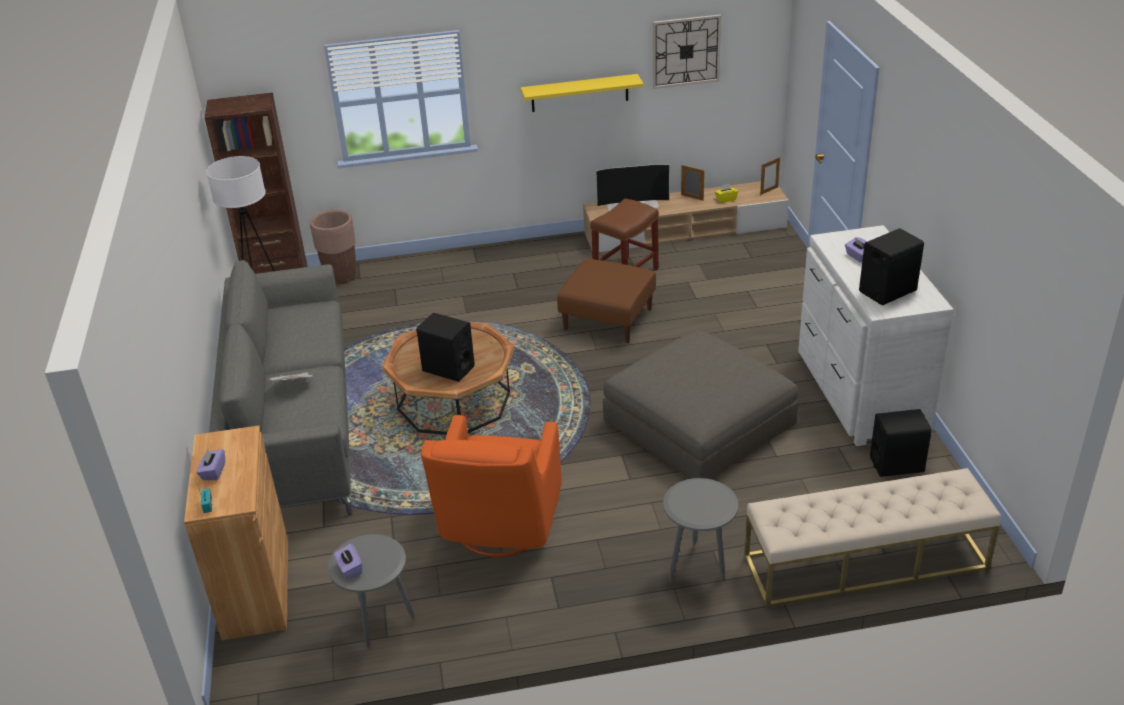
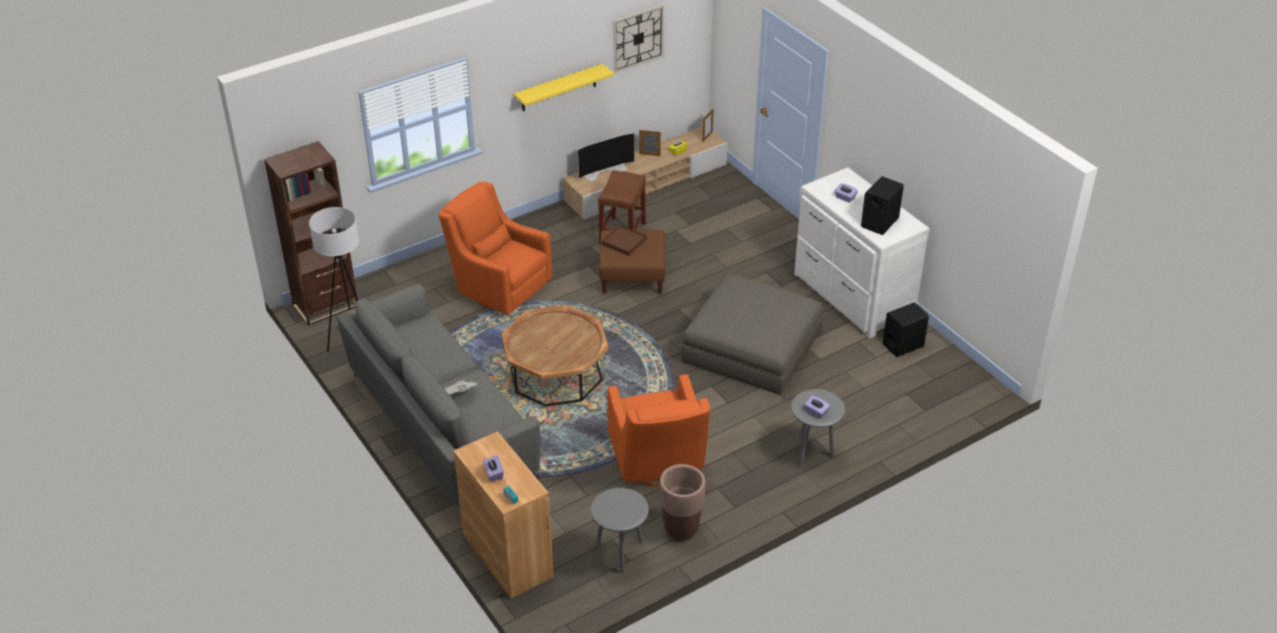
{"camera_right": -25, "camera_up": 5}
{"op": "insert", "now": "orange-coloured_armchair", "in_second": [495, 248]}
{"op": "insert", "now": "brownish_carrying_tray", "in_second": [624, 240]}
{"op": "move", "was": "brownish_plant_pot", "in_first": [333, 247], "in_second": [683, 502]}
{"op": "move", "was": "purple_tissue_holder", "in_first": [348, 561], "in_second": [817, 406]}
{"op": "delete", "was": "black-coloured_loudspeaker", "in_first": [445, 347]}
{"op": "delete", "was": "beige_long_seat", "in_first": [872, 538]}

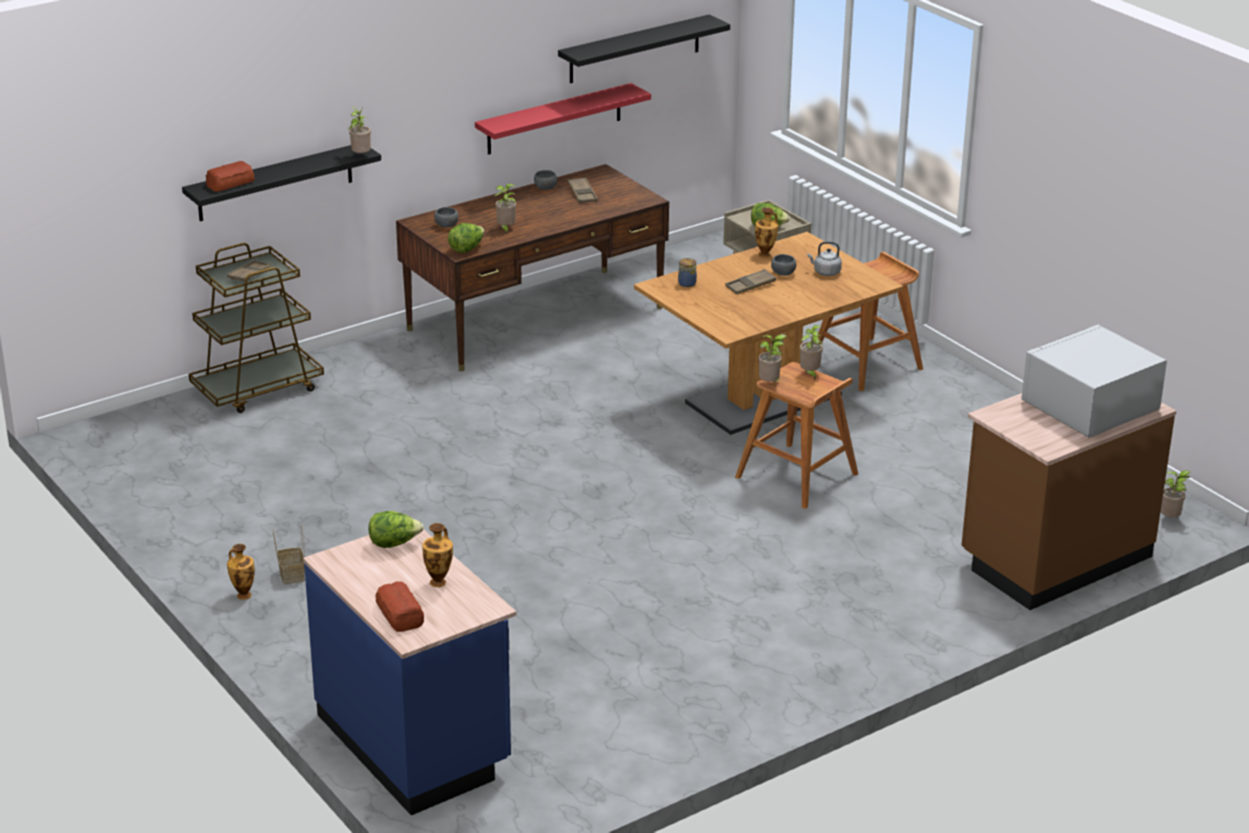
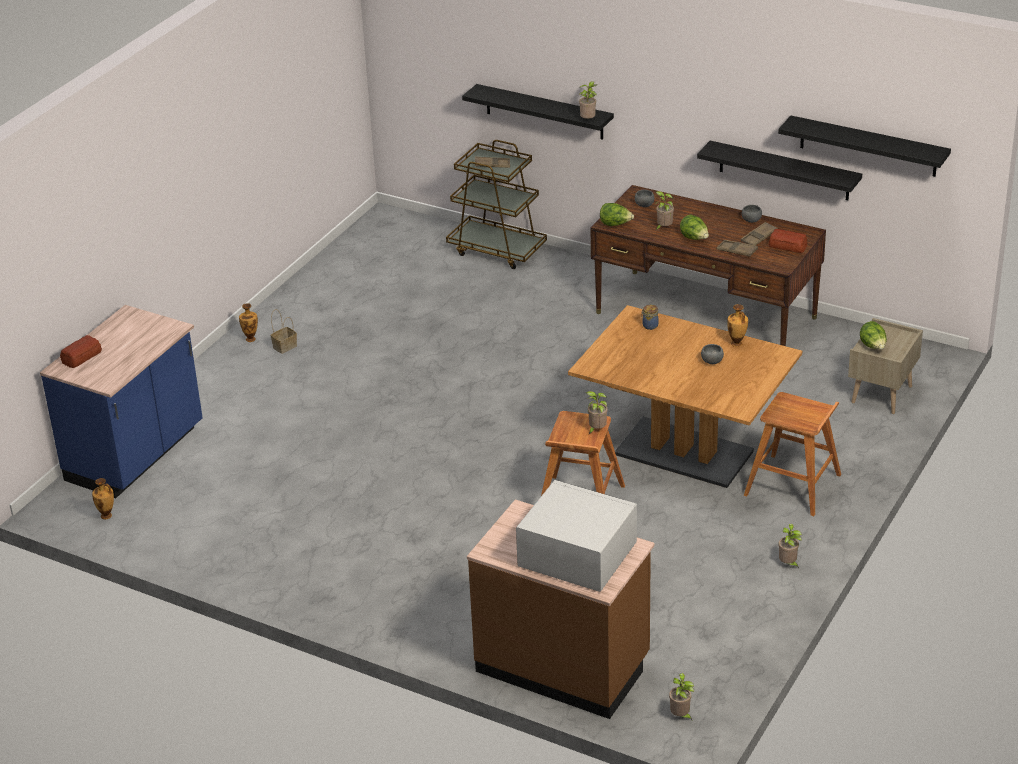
{"camera_right": 65, "camera_up": 5}
{"op": "move", "was": "vase", "in_first": [437, 555], "in_second": [103, 499]}
{"op": "move", "was": "lettuce", "in_first": [396, 529], "in_second": [694, 227]}
{"op": "recolor", "was": "red_bracket_shelf", "now": "black-coloured_bracket_shelf", "in_first": [563, 119], "in_second": [779, 170]}
{"op": "move", "was": "brownish_carrying_tray", "in_first": [751, 281], "in_second": [737, 248]}
{"op": "move", "was": "baked_bread", "in_first": [230, 176], "in_second": [788, 241]}
{"op": "move", "was": "plant_in_a_pot", "in_first": [772, 358], "in_second": [790, 546]}
{"op": "delete", "was": "gray_kettle", "in_first": [824, 259]}

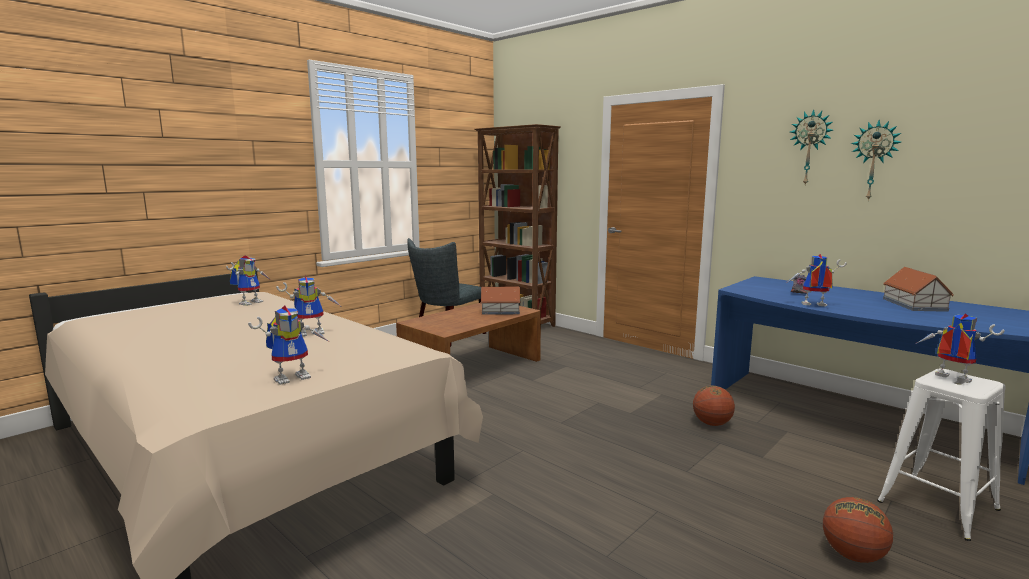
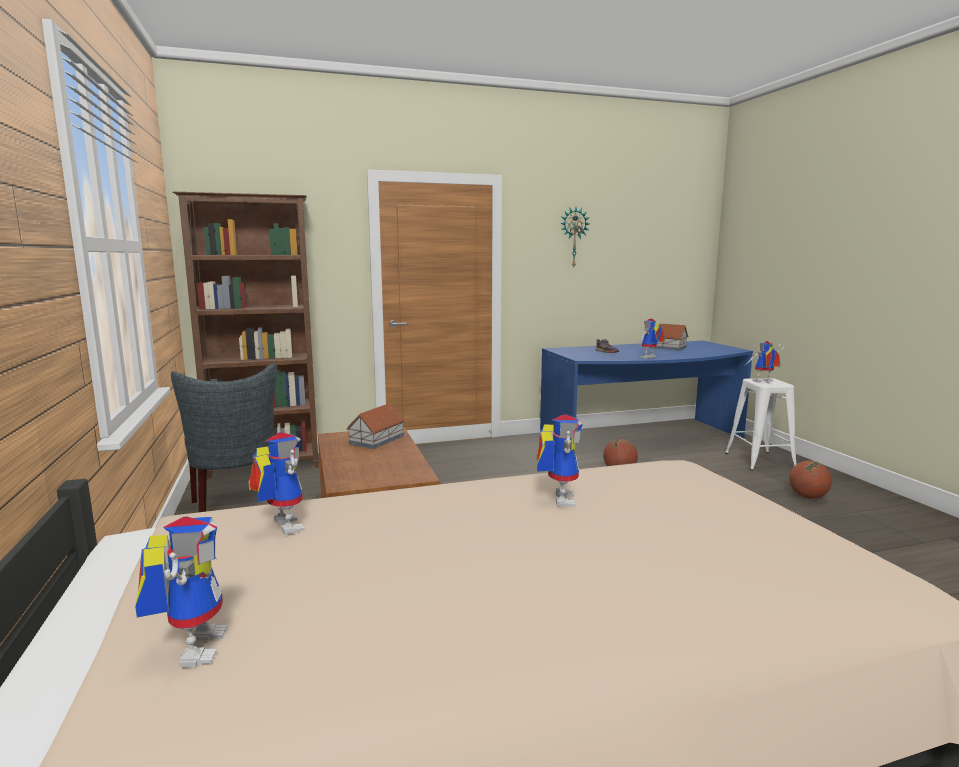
{"camera_right": -60, "camera_up": 0}
{"op": "move", "was": "robot_figure", "in_first": [288, 345], "in_second": [181, 592]}
{"op": "delete", "was": "hanging_clock", "in_first": [876, 160]}

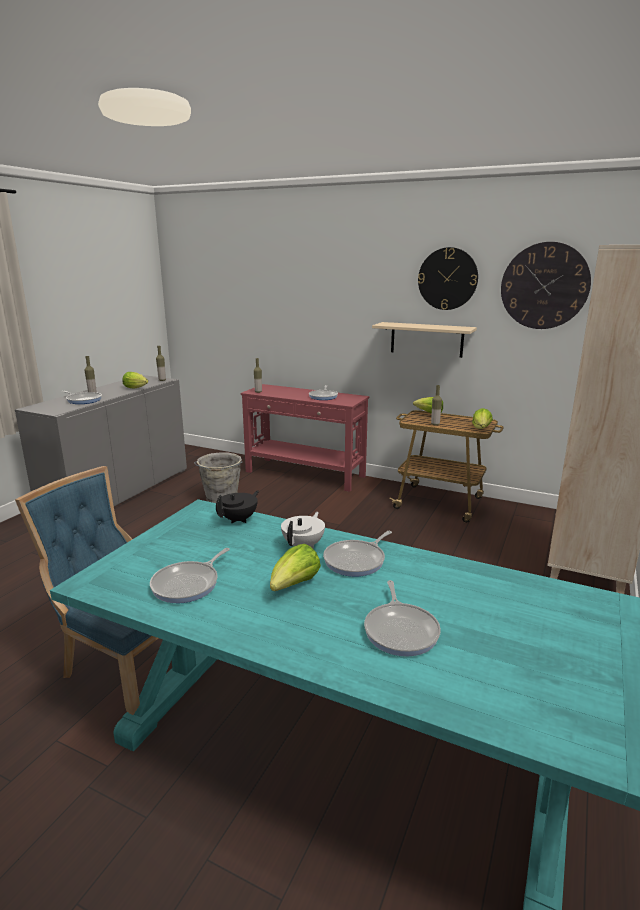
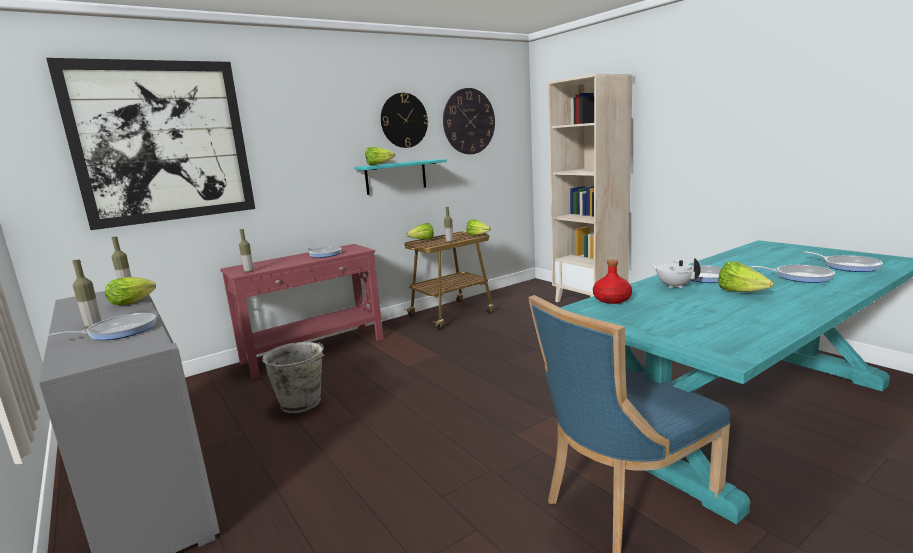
{"camera_right": -60, "camera_up": -5}
{"op": "insert", "now": "picture", "in_second": [150, 144]}
{"op": "recolor", "was": "beige_bracket_shelf", "now": "turquoise-coloured_bracket_shelf", "in_first": [424, 340], "in_second": [400, 177]}
{"op": "insert", "now": "lettuce", "in_second": [380, 156]}
{"op": "replace", "was": "black-coloured_teapot", "now": "red_drink_bottle", "in_first": [237, 507], "in_second": [612, 282]}
{"op": "move", "was": "pan", "in_first": [190, 575], "in_second": [843, 261]}

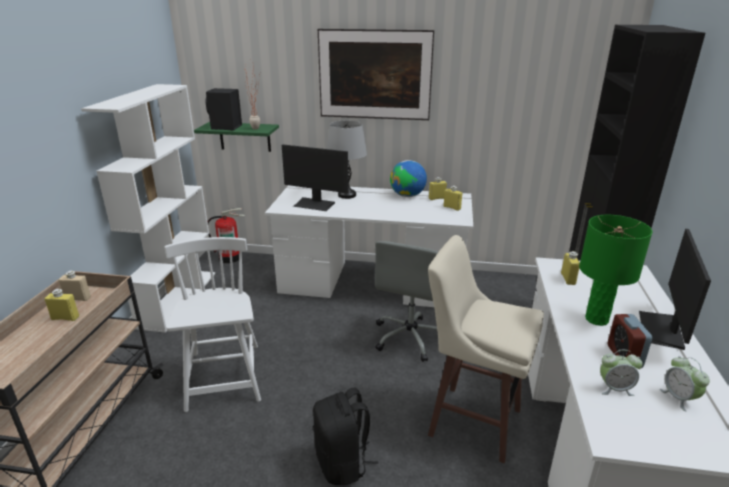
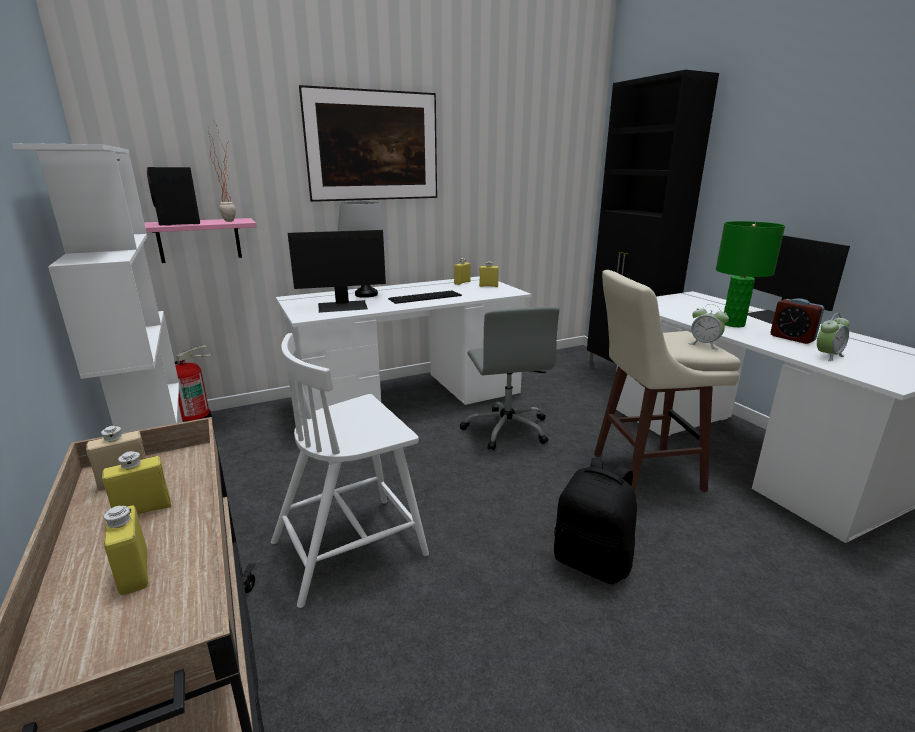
{"camera_right": -35, "camera_up": -5}
{"op": "move", "was": "yellowish_drink_bottle", "in_first": [570, 268], "in_second": [126, 550]}
{"op": "recolor", "was": "green_bracket_shelf", "now": "pink-coloured_bracket_shelf", "in_first": [236, 137], "in_second": [200, 240]}
{"op": "rotate", "was": "whitish_plain_chair", "in_first": [212, 324], "in_second": [350, 470], "clockwise": -75}
{"op": "insert", "now": "keyboard", "in_second": [425, 297]}
{"op": "move", "was": "table_clock", "in_first": [685, 383], "in_second": [708, 327]}
{"op": "delete", "was": "globe", "in_first": [408, 178]}

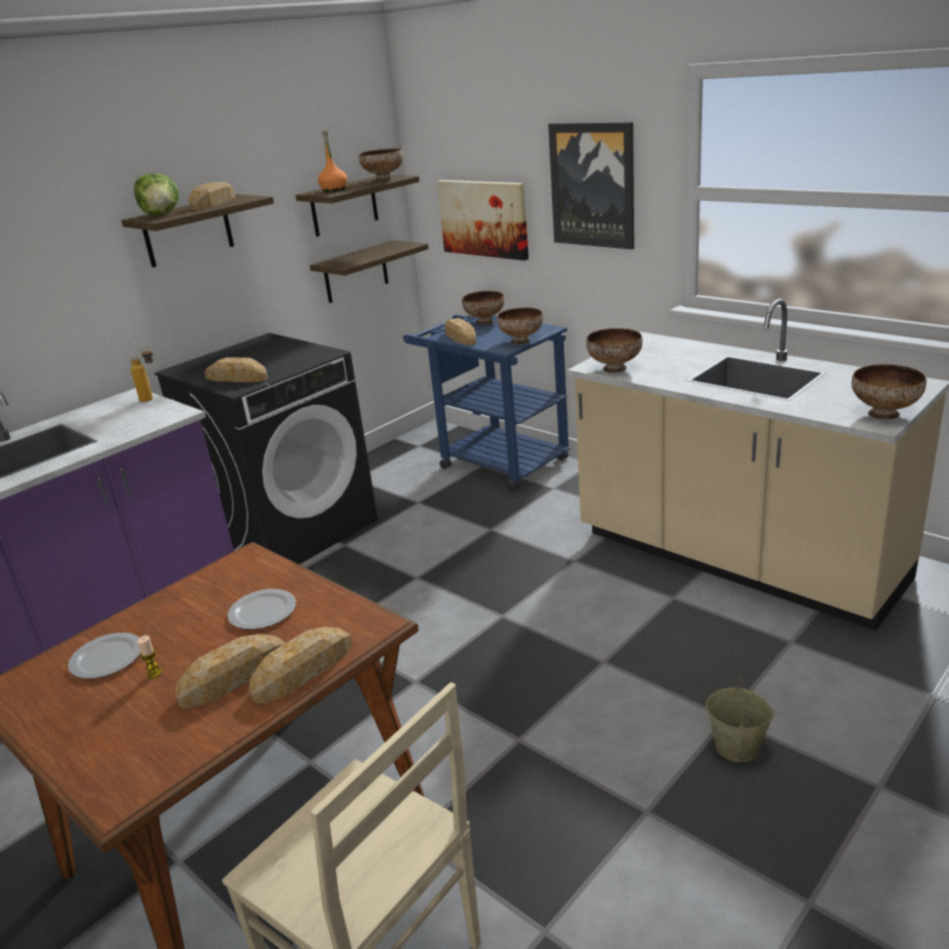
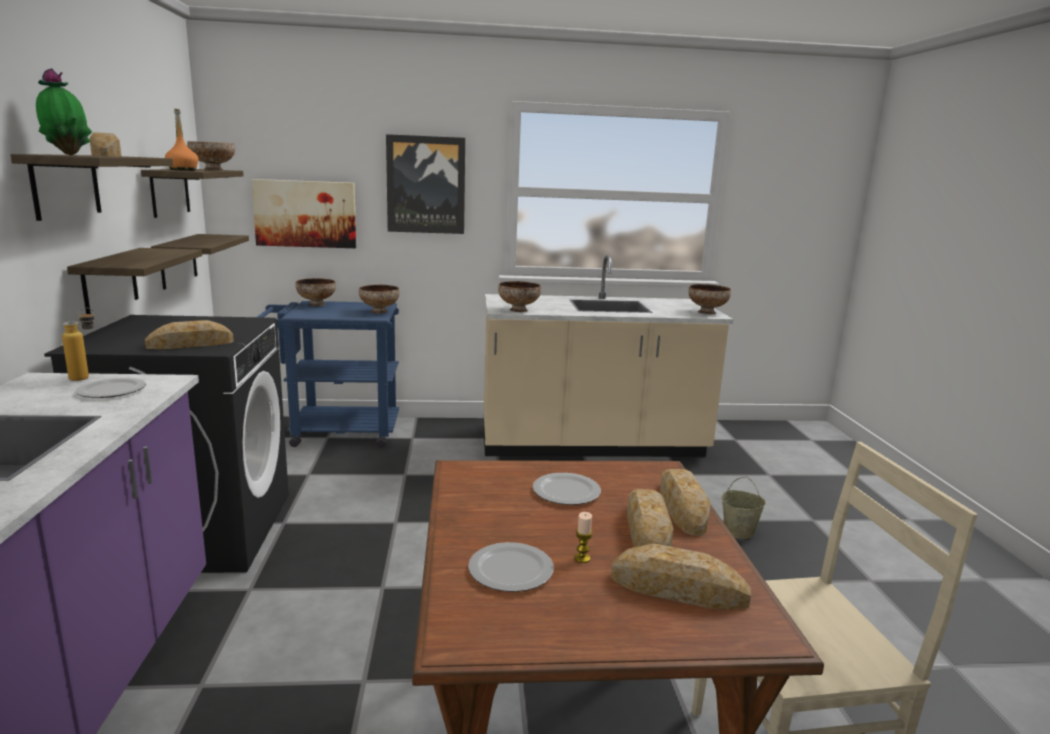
{"camera_right": -50, "camera_up": -10}
{"op": "replace", "was": "lettuce", "now": "plant_in_a_pot", "in_first": [156, 194], "in_second": [64, 111]}
{"op": "insert", "now": "bracket_shelf", "in_second": [134, 281]}
{"op": "insert", "now": "dinner_plate", "in_second": [110, 387]}
{"op": "move", "was": "baked_bread", "in_first": [460, 331], "in_second": [681, 577]}

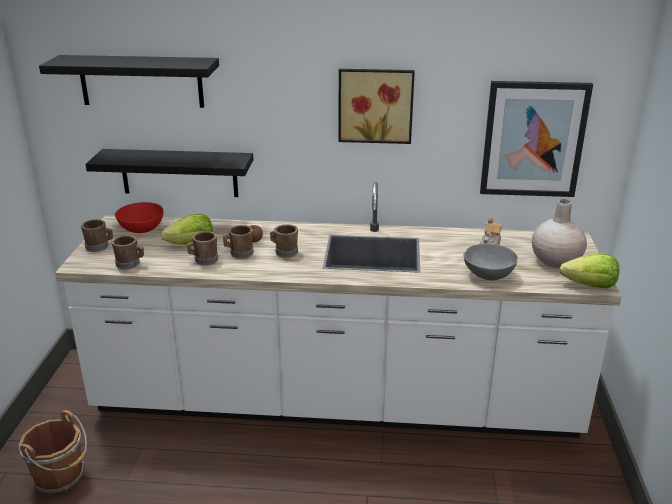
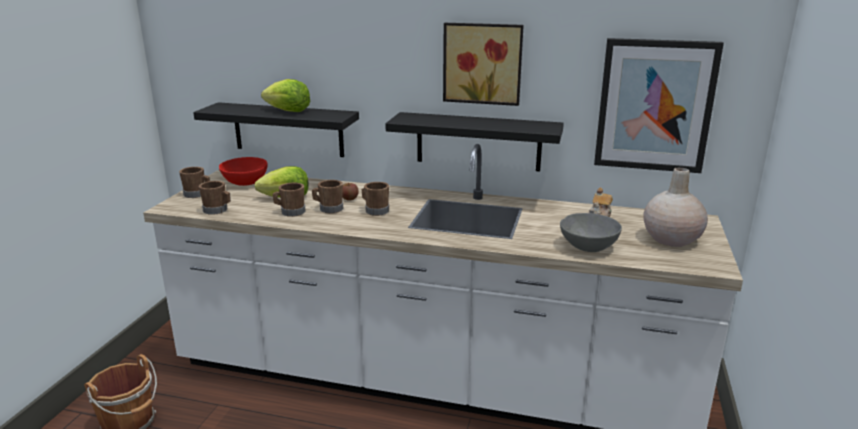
{"camera_right": 10, "camera_up": -5}
{"op": "move", "was": "lettuce", "in_first": [589, 270], "in_second": [285, 95]}
{"op": "move", "was": "black-coloured_bracket_shelf", "in_first": [129, 81], "in_second": [474, 142]}

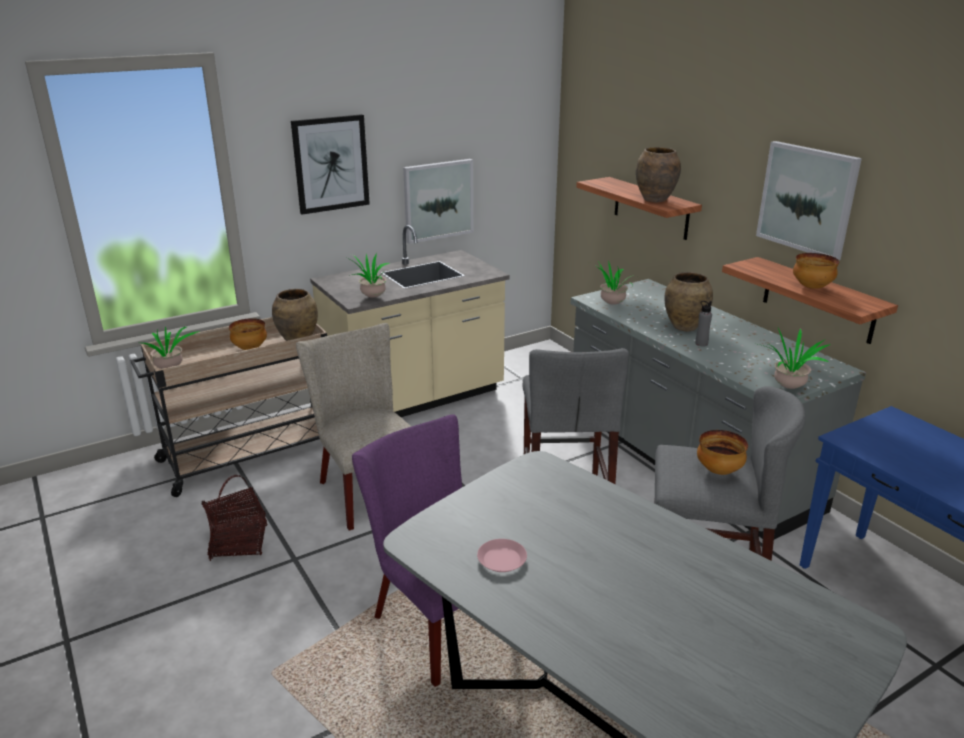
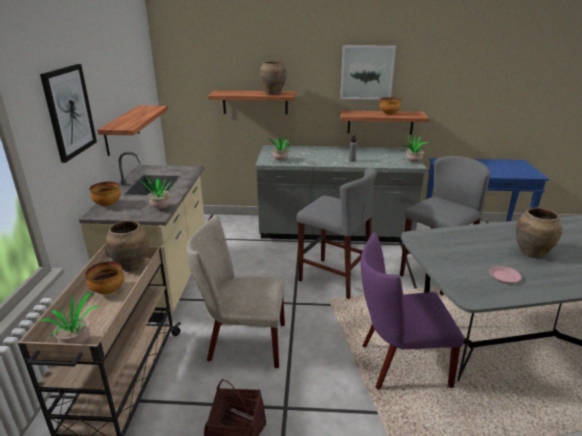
{"camera_right": -55, "camera_up": 0}
{"op": "move", "was": "deep_dish", "in_first": [722, 452], "in_second": [105, 194]}
{"op": "replace", "was": "picture", "now": "bracket_shelf", "in_first": [438, 201], "in_second": [132, 130]}
{"op": "move", "was": "brownish_vase", "in_first": [689, 301], "in_second": [539, 232]}

